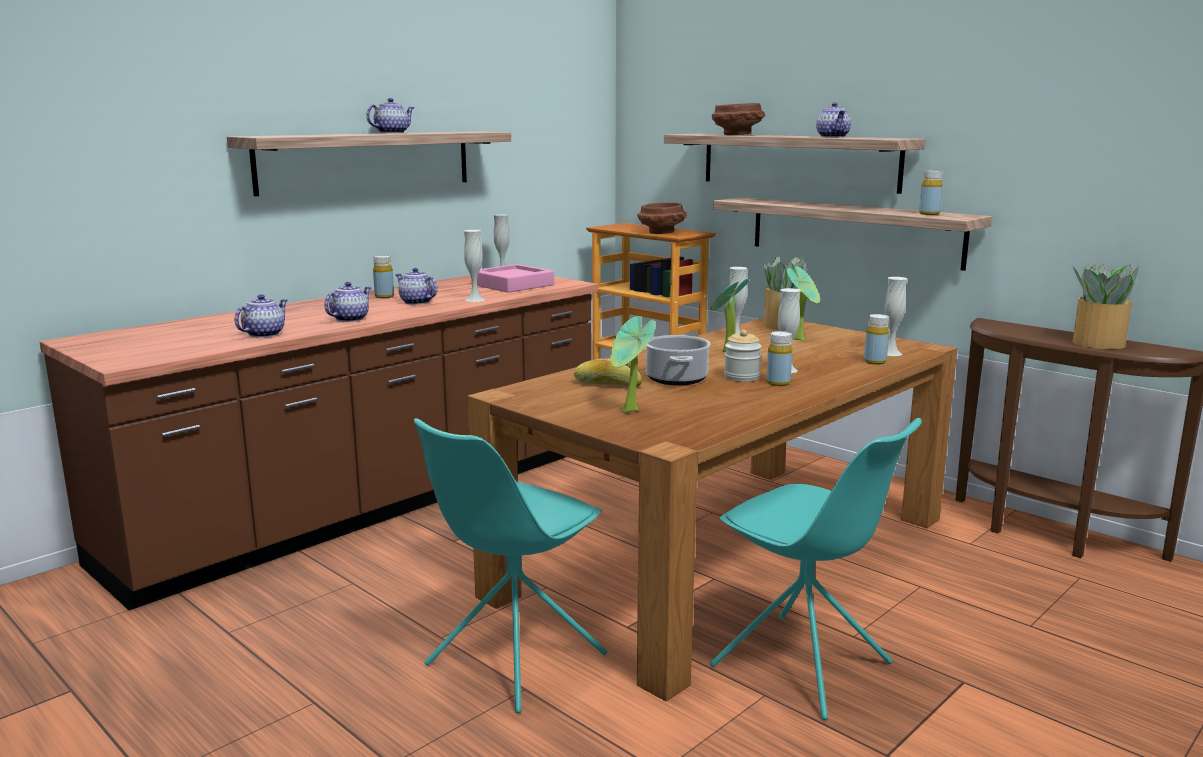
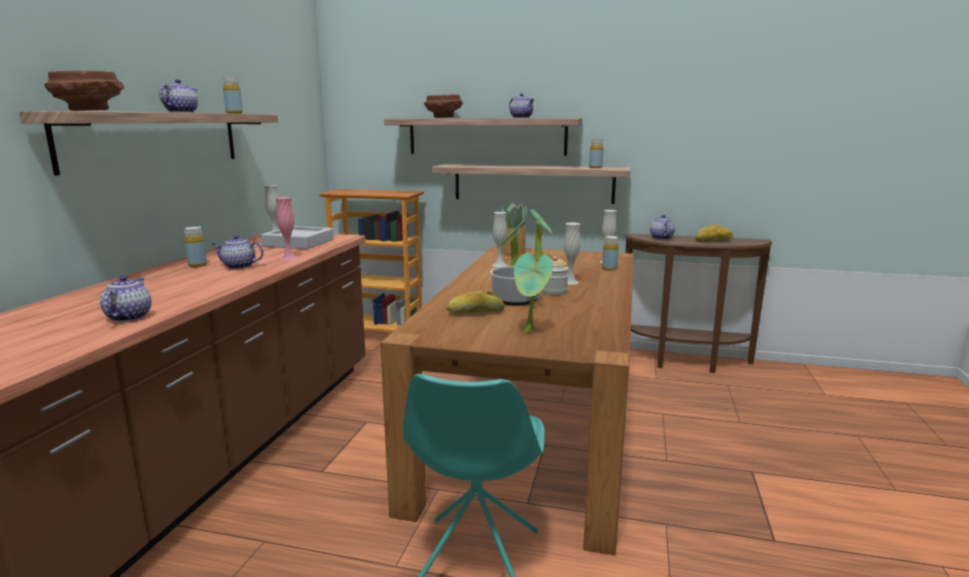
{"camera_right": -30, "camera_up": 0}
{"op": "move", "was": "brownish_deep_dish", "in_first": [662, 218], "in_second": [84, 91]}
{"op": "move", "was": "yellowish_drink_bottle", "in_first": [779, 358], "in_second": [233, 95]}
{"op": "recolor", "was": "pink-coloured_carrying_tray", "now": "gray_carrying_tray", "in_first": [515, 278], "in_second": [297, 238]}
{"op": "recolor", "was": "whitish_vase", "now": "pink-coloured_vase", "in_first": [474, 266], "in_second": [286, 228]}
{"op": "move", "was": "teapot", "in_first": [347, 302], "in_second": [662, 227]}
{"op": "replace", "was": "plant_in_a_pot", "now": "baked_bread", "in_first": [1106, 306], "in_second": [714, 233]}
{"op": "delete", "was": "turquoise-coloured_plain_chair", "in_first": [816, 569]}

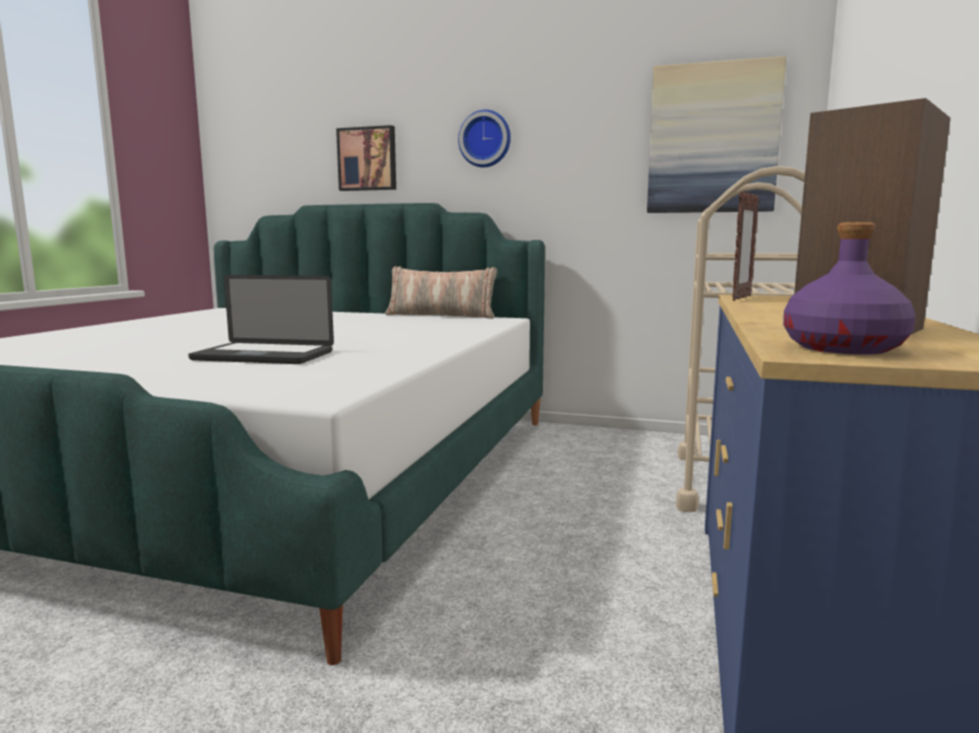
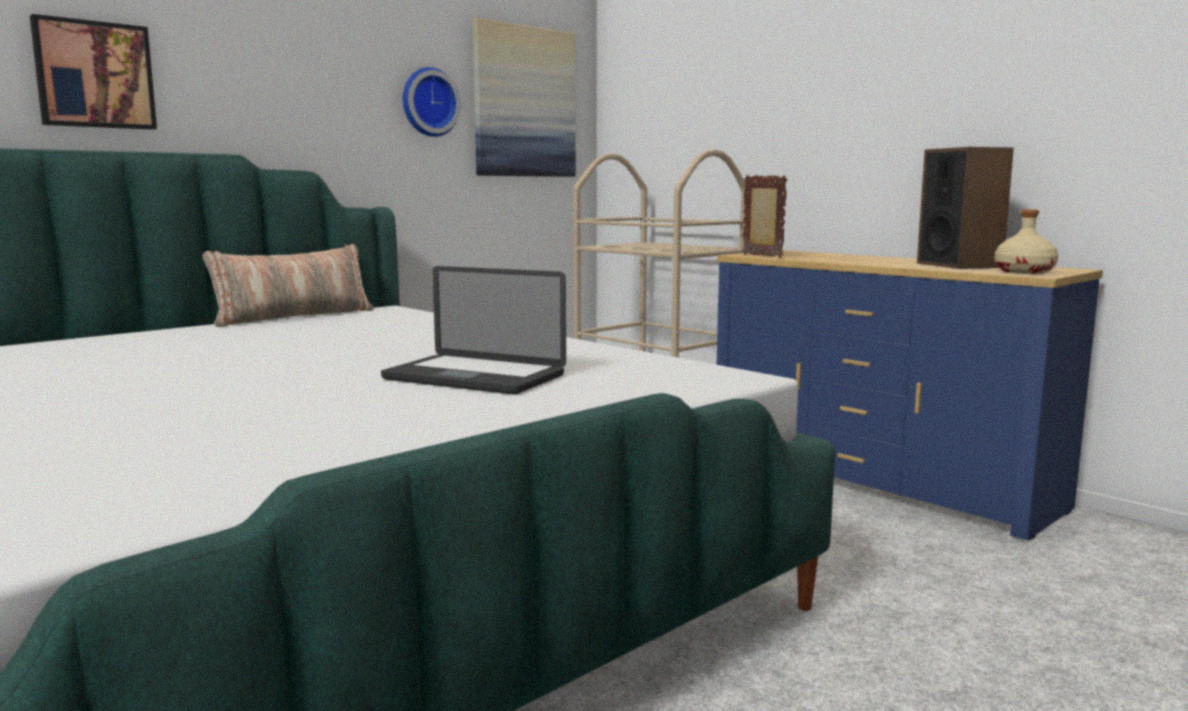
{"camera_right": -60, "camera_up": 0}
{"op": "rotate", "was": "notebook_computer", "in_first": [261, 319], "in_second": [473, 330], "clockwise": 75}
{"op": "move", "was": "hanging_clock", "in_first": [484, 138], "in_second": [432, 102]}
{"op": "recolor", "was": "purple_drink_bottle", "now": "beige_drink_bottle", "in_first": [849, 288], "in_second": [1026, 241]}

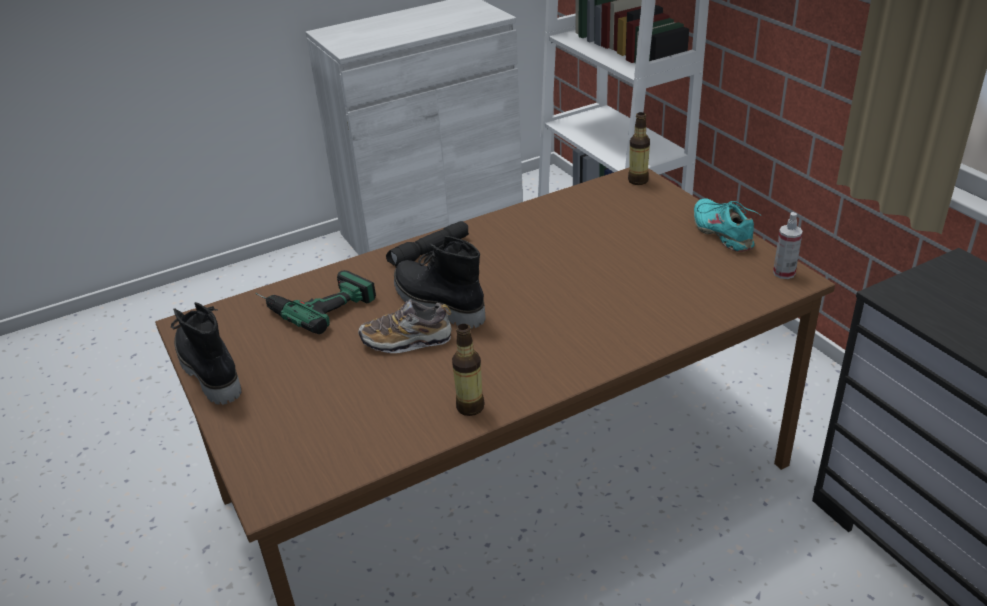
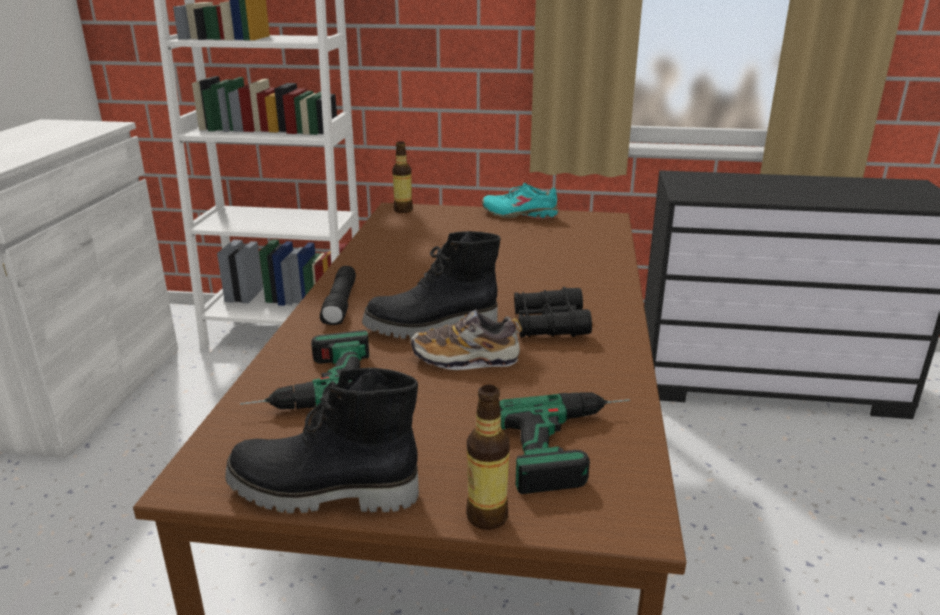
{"camera_right": -55, "camera_up": -10}
{"op": "rotate", "was": "low_shoe", "in_first": [405, 326], "in_second": [466, 339], "clockwise": 60}
{"op": "move", "was": "drink_bottle", "in_first": [468, 370], "in_second": [488, 457]}
{"op": "insert", "now": "power_drill", "in_second": [565, 443]}
{"op": "insert", "now": "black-coloured_field_glasses", "in_second": [553, 312]}
{"op": "delete", "was": "hand_sprayer", "in_first": [788, 245]}

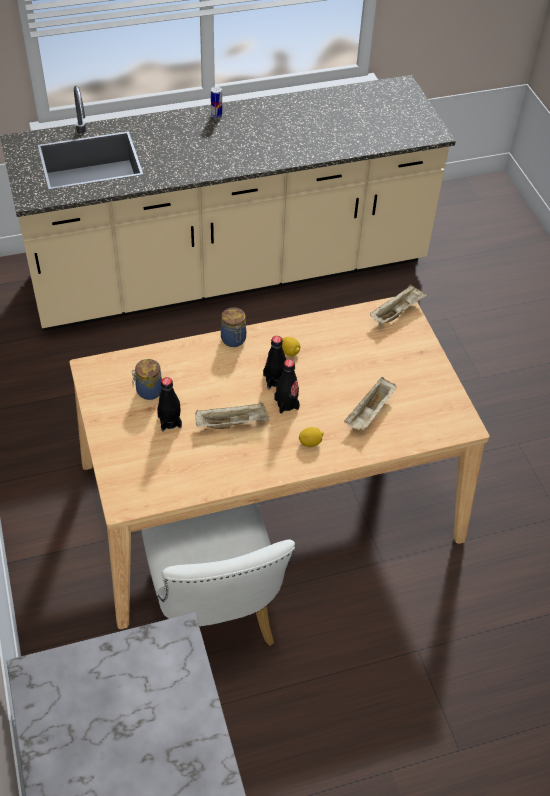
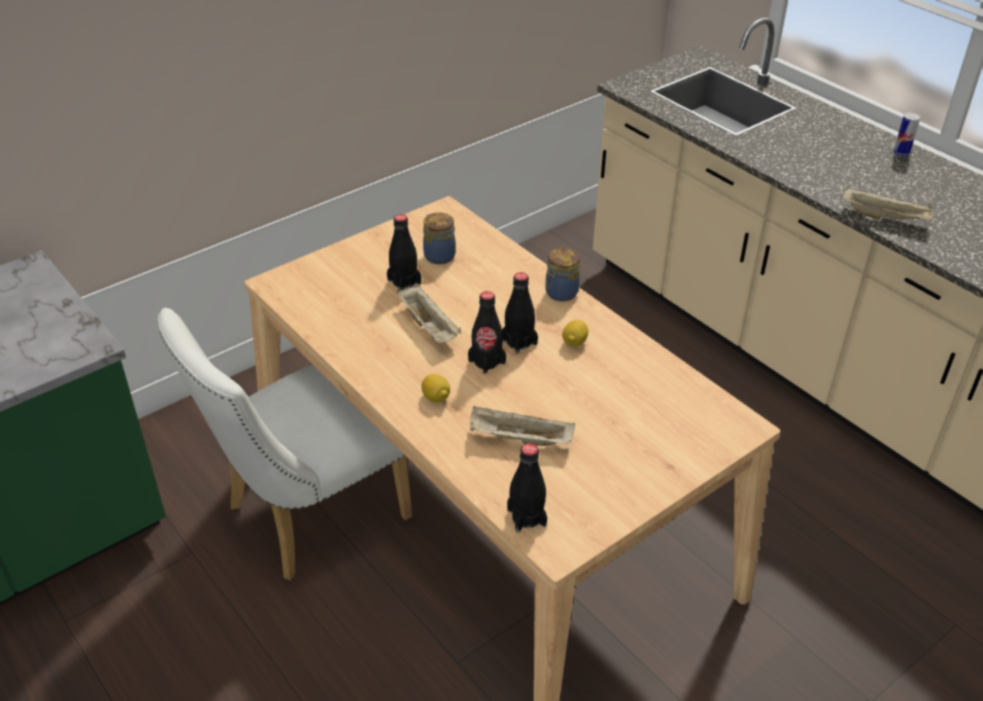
{"camera_right": 70, "camera_up": -10}
{"op": "insert", "now": "black-coloured_drink_bottle", "in_second": [527, 488]}
{"op": "move", "was": "beige_carrying_tray", "in_first": [399, 304], "in_second": [886, 204]}

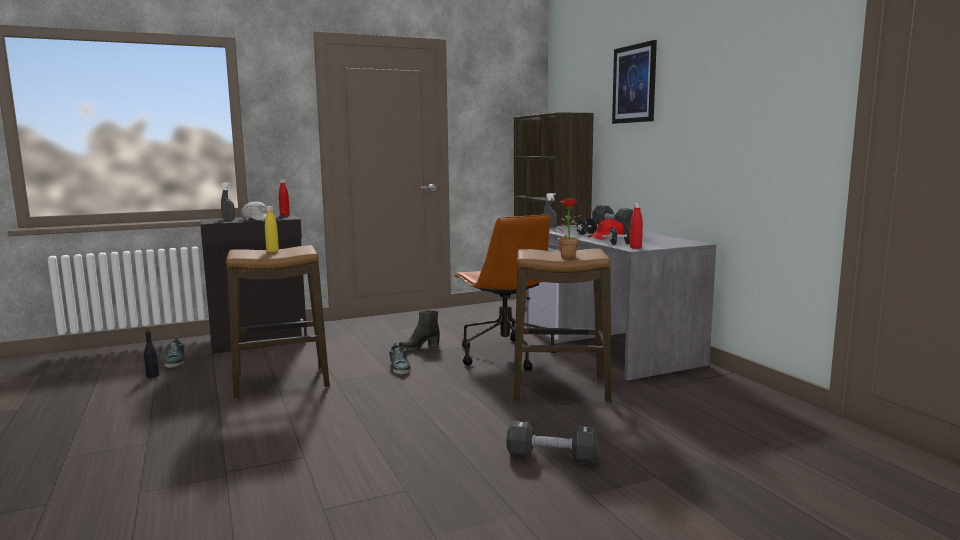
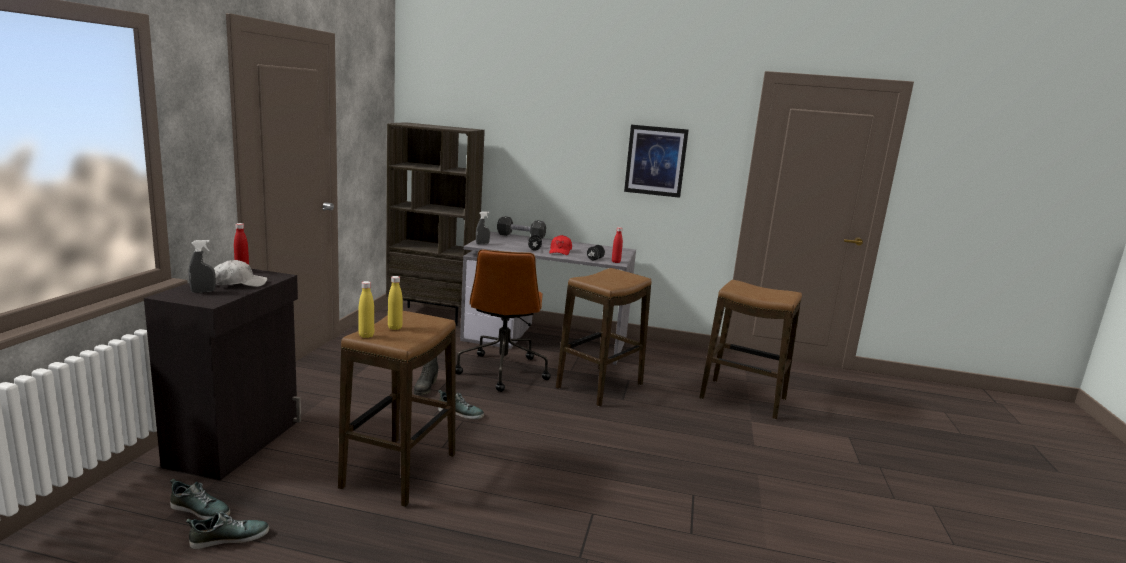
{"camera_right": -55, "camera_up": 5}
{"op": "replace", "was": "black-coloured_drink_bottle", "now": "low_shoe", "in_first": [151, 352], "in_second": [227, 530]}
{"op": "insert", "now": "yellowish_drink_bottle", "in_second": [366, 309]}
{"op": "rotate", "was": "brownish_office_chair", "in_first": [504, 292], "in_second": [503, 321], "clockwise": 75}
{"op": "move", "was": "picture", "in_first": [634, 82], "in_second": [656, 161]}
{"op": "insert", "now": "stool_seat", "in_second": [750, 349]}
{"op": "delete", "was": "black-coloured_free_weight", "in_first": [552, 442]}
{"op": "delete", "was": "plant_in_a_pot", "in_first": [566, 228]}

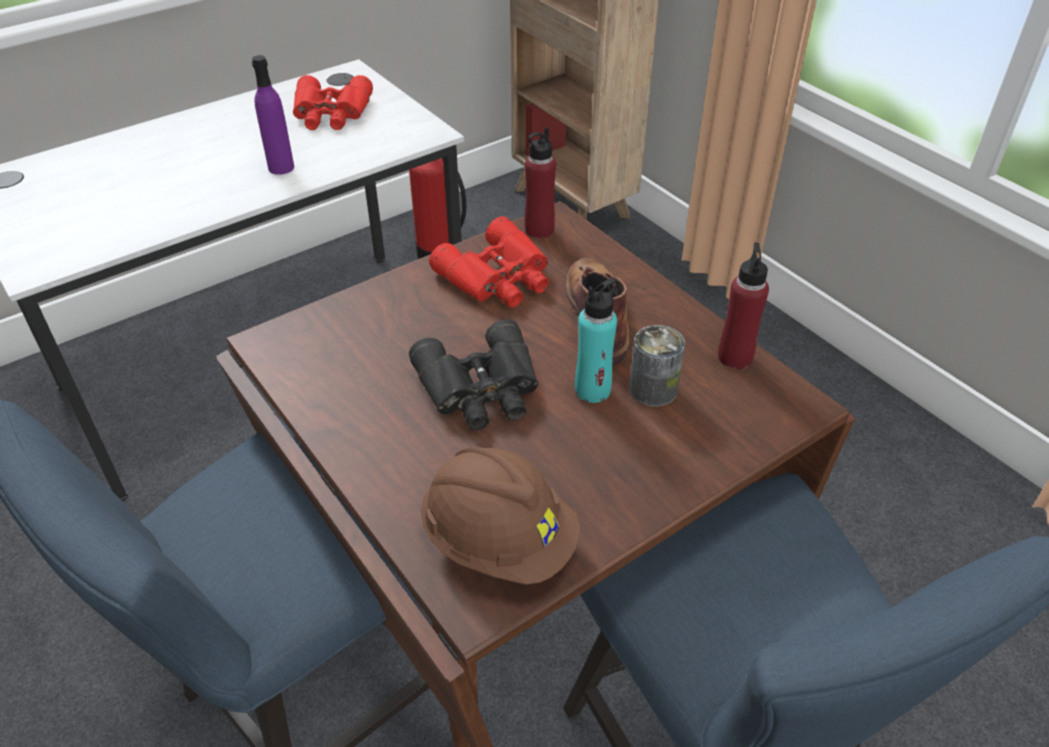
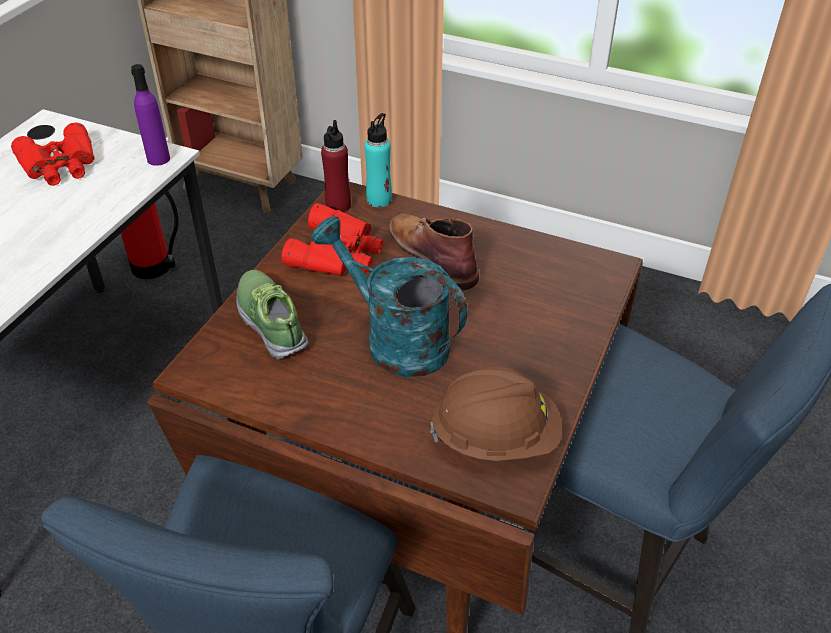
{"camera_right": -30, "camera_up": 0}
{"op": "move", "was": "purple_drink_bottle", "in_first": [273, 115], "in_second": [150, 115]}
{"op": "insert", "now": "low_shoe", "in_second": [272, 314]}
{"op": "replace", "was": "black-coloured_field_glasses", "now": "turquoise-coloured_watering_pot", "in_first": [473, 374], "in_second": [390, 296]}
{"op": "move", "was": "turquoise-coloured_drink_bottle", "in_first": [597, 340], "in_second": [378, 160]}
{"op": "delete", "was": "metal_can", "in_first": [657, 366]}
{"op": "delete", "was": "red_drink_bottle", "in_first": [743, 305]}

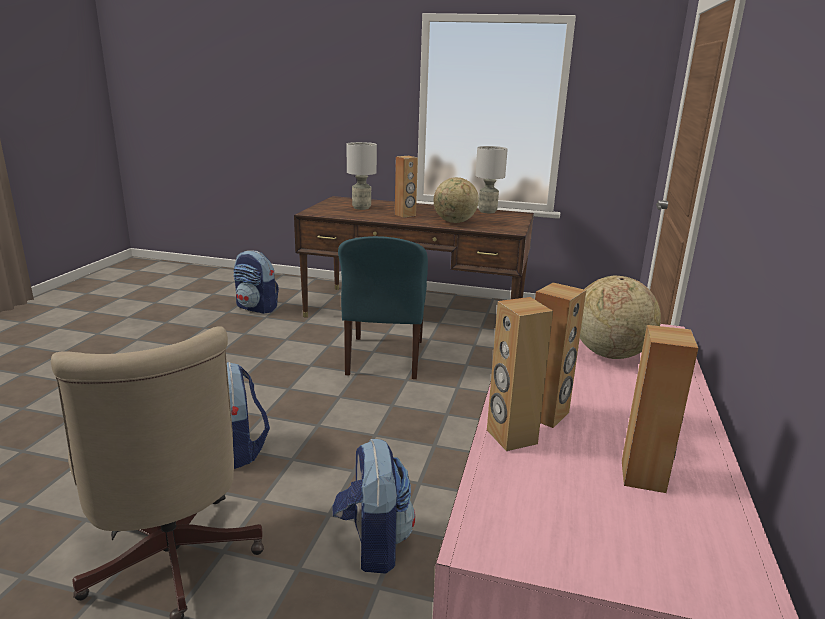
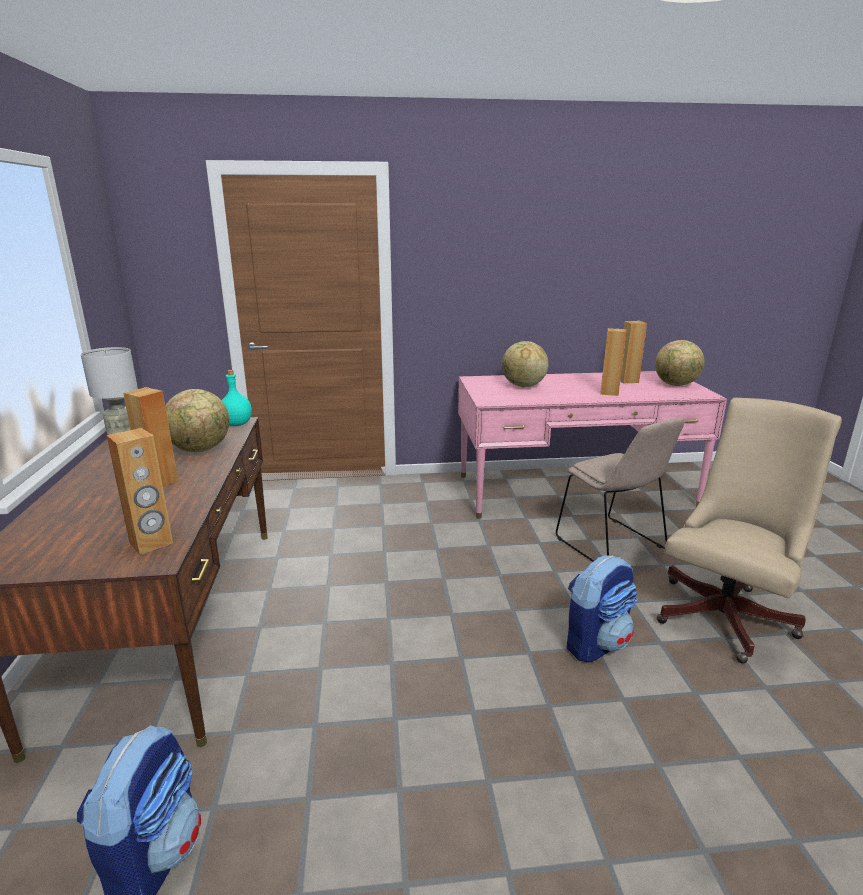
{"camera_right": -110, "camera_up": 0}
{"op": "move", "was": "brownish_loudspeaker", "in_first": [520, 374], "in_second": [139, 491]}
{"op": "insert", "now": "turquoise-coloured_drink_bottle", "in_second": [236, 398]}
{"op": "replace", "was": "knapsack", "now": "beige_plain_chair", "in_first": [373, 506], "in_second": [620, 490]}
{"op": "insert", "now": "globe", "in_second": [680, 363]}
{"op": "delete", "was": "blue-coloured_plain_chair", "in_first": [383, 307]}
{"op": "delete", "was": "gray_table_lamp", "in_first": [362, 176]}

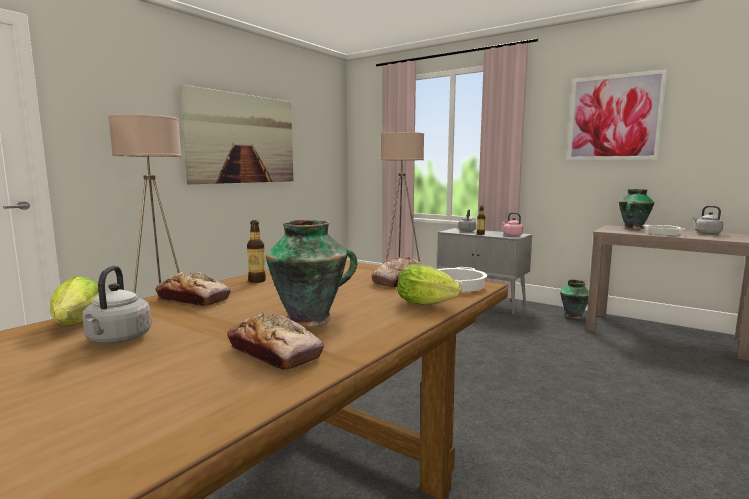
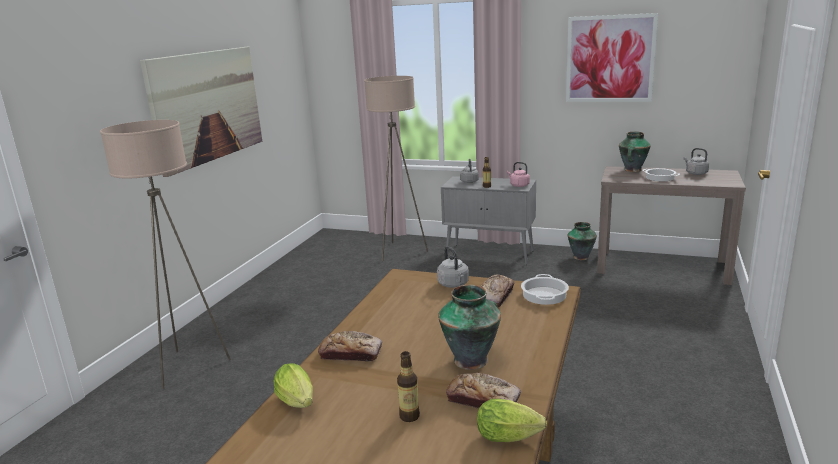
{"camera_right": -15, "camera_up": 10}
{"op": "move", "was": "drink_bottle", "in_first": [256, 251], "in_second": [408, 386]}
{"op": "move", "was": "gray_kettle", "in_first": [117, 305], "in_second": [453, 267]}
{"op": "move", "was": "lettuce", "in_first": [429, 285], "in_second": [512, 420]}

